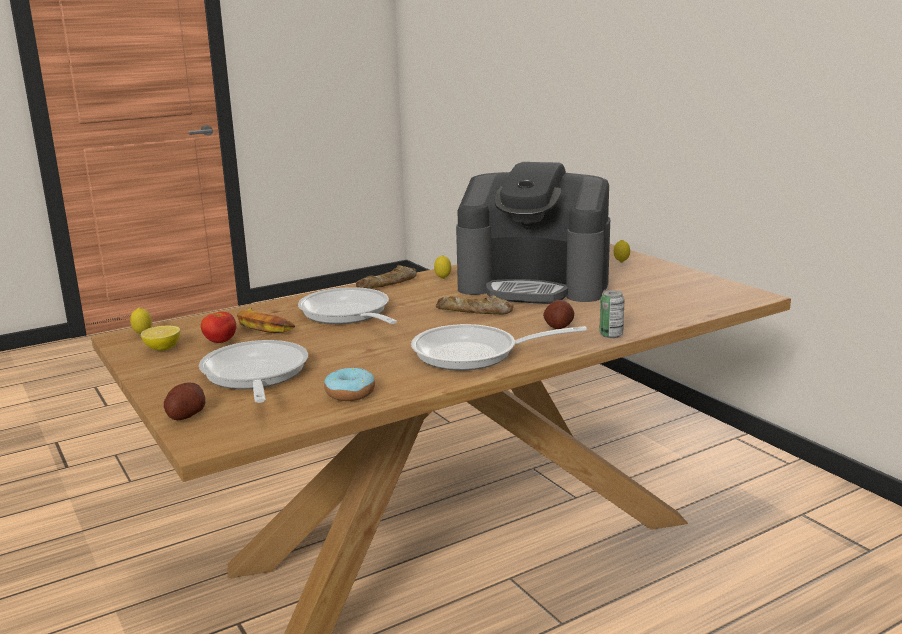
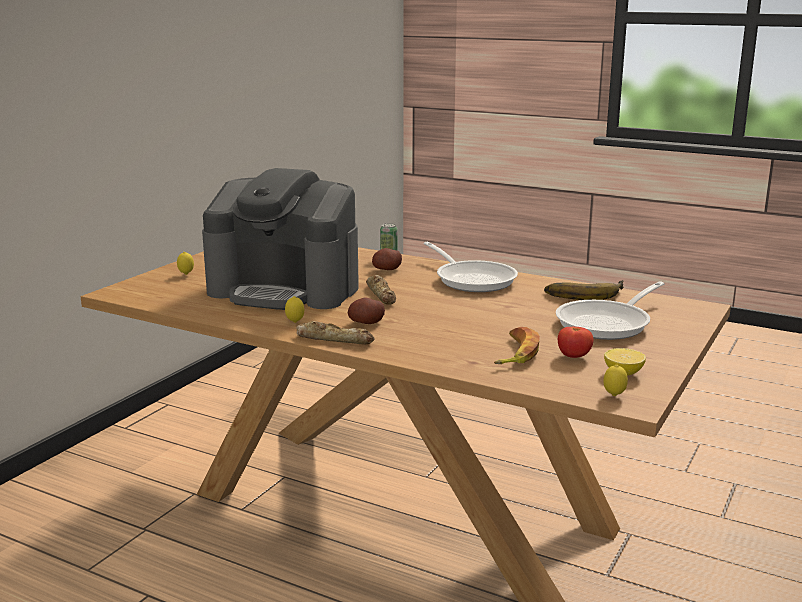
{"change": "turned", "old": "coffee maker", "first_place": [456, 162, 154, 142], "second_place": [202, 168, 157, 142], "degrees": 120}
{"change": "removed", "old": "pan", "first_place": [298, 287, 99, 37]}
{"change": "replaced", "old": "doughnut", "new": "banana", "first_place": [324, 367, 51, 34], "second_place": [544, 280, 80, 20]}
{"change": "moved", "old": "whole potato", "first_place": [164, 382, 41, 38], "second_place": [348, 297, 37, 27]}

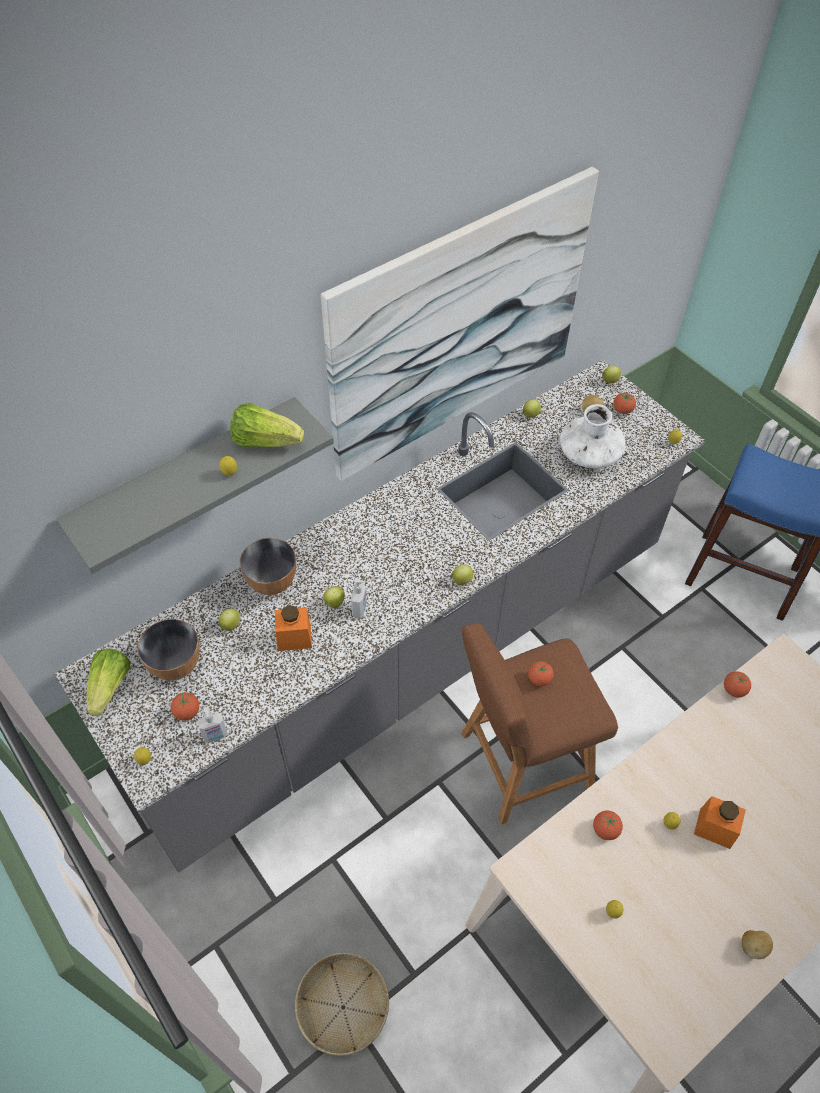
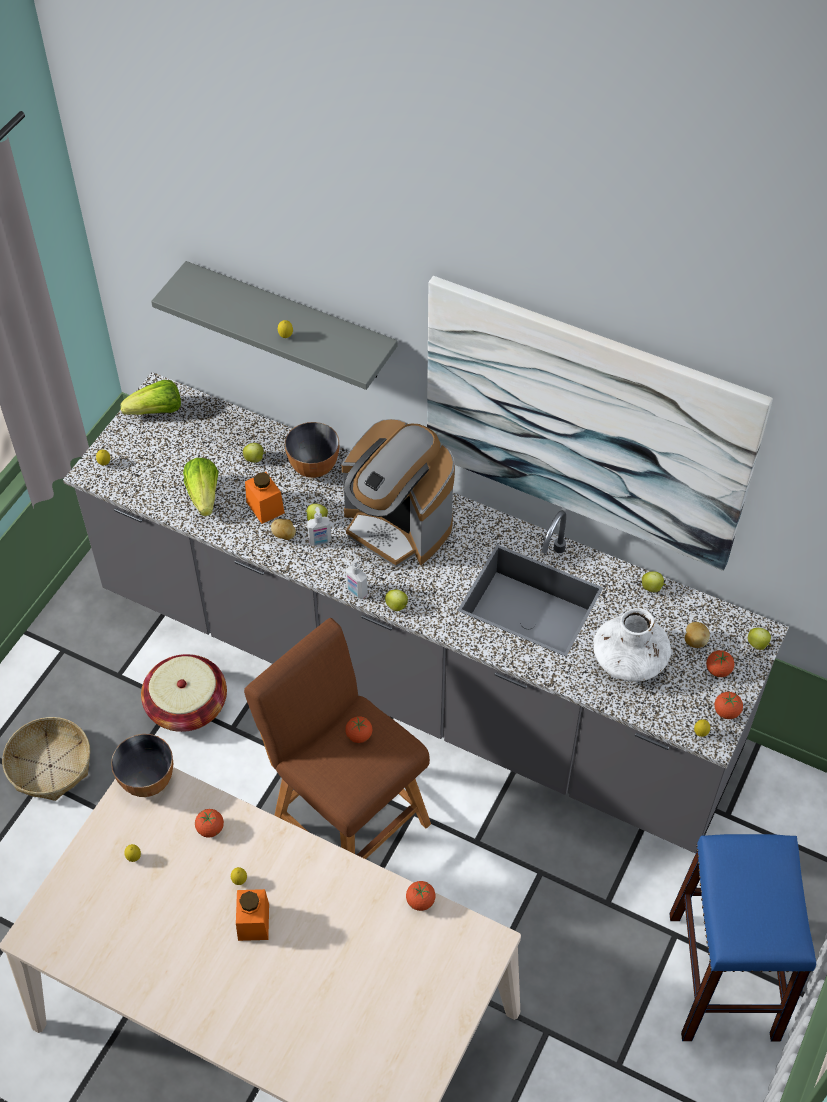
{"change": "moved", "old": "lettuce head", "first_place": [230, 403, 74, 44], "second_place": [183, 458, 36, 58]}
{"change": "moved", "old": "serving bowl", "first_place": [138, 619, 62, 61], "second_place": [111, 734, 62, 63]}
{"change": "moved", "old": "whole tomato", "first_place": [171, 692, 28, 28], "second_place": [714, 692, 29, 27]}
{"change": "moved", "old": "liquid soap bottle", "first_place": [197, 707, 31, 36], "second_place": [345, 558, 23, 41]}
{"change": "moved", "old": "whole potato", "first_place": [742, 930, 31, 29], "second_place": [271, 519, 25, 21]}
{"change": "added", "new": "coffee maker", "second_place": [342, 419, 113, 148]}
{"change": "added", "new": "storage basket", "second_place": [141, 654, 86, 78]}

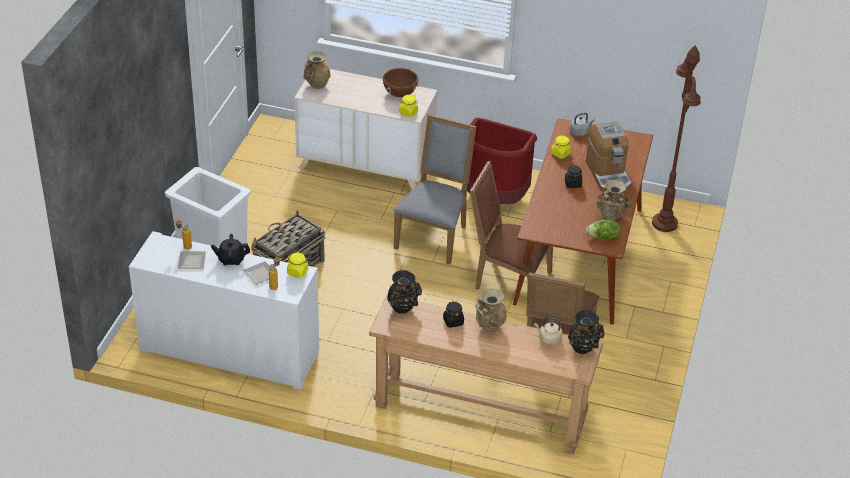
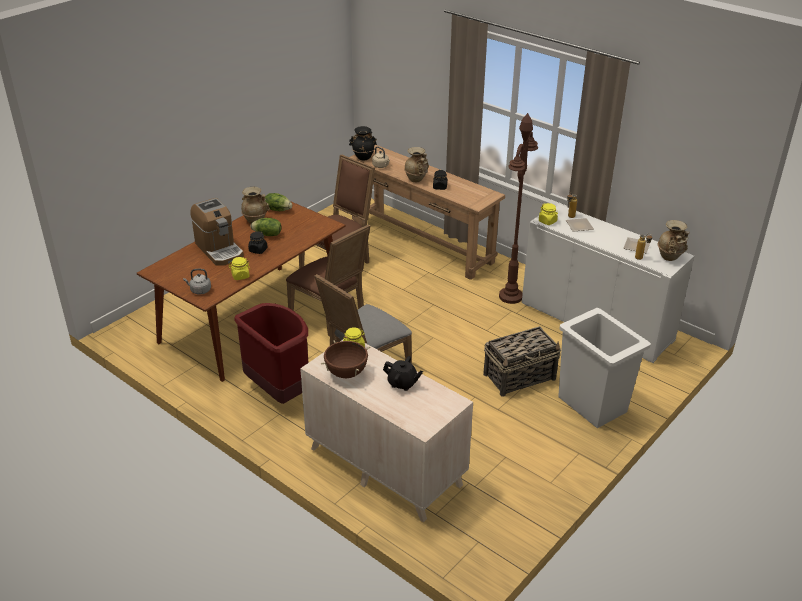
{"change": "moved", "old": "brownish floor lamp", "first_place": [652, 46, 49, 186], "second_place": [499, 113, 39, 191]}
{"change": "moved", "old": "beige vase", "first_place": [304, 51, 27, 38], "second_place": [658, 220, 31, 41]}
{"change": "turned", "old": "coffee maker", "first_place": [586, 122, 46, 70], "second_place": [190, 198, 54, 68], "degrees": 135}
{"change": "moved", "old": "black-coloured tea pot", "first_place": [211, 234, 39, 31], "second_place": [383, 356, 40, 35]}
{"change": "removed", "old": "black-coloured vase", "first_place": [387, 270, 35, 44]}
{"change": "added", "new": "lettuce head", "second_place": [251, 218, 30, 18]}

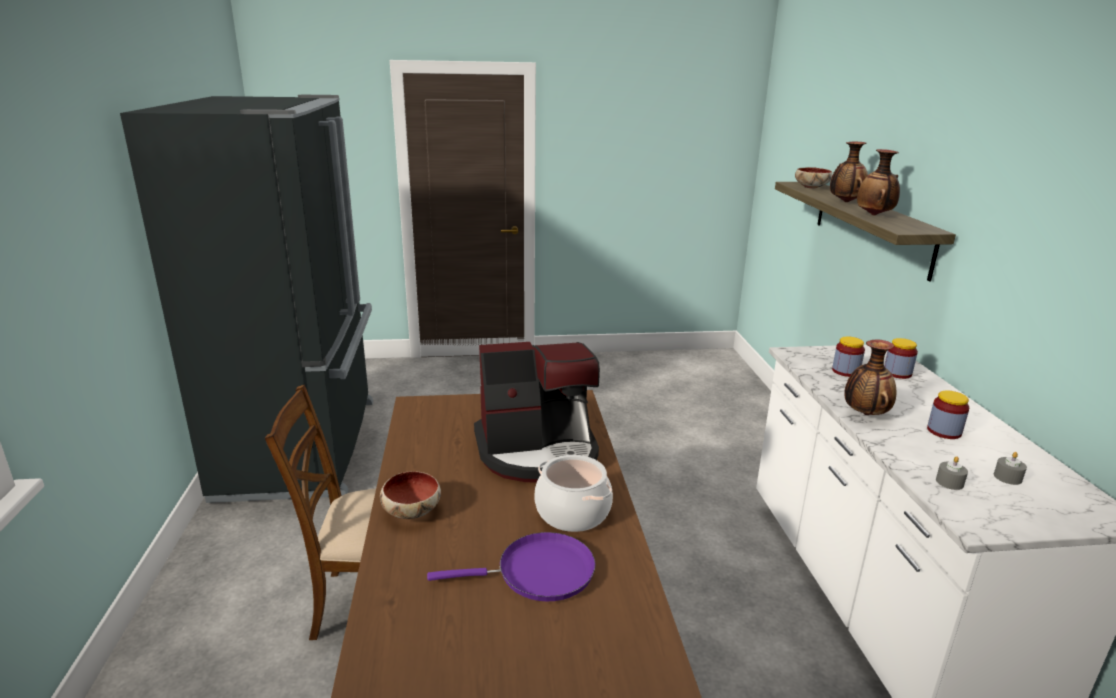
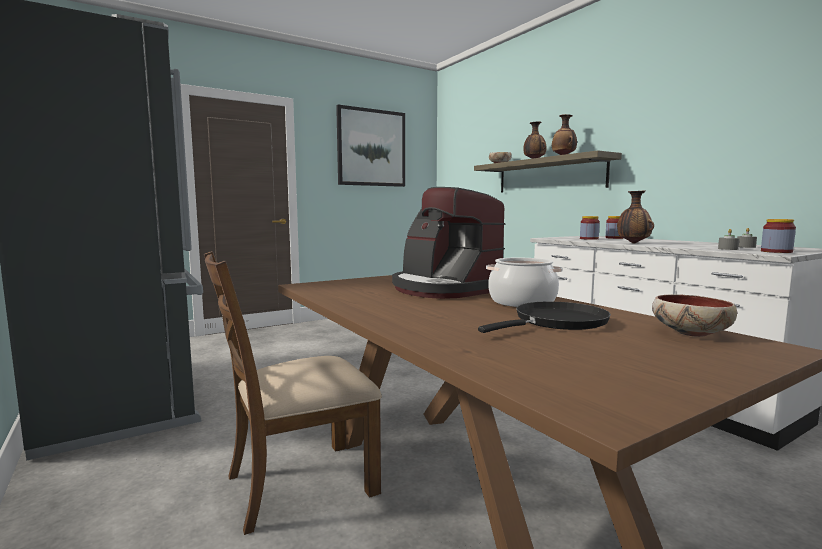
{"change": "turned", "old": "coffee maker", "first_place": [474, 342, 126, 141], "second_place": [392, 187, 114, 112], "degrees": 90}
{"change": "moved", "old": "storage jar", "first_place": [927, 390, 42, 49], "second_place": [761, 219, 35, 34]}
{"change": "moved", "old": "serving bowl", "first_place": [380, 471, 61, 48], "second_place": [652, 295, 85, 42]}
{"change": "recoloured", "old": "purple-coloured pan", "new": "black-coloured pan", "first_place": [427, 532, 169, 69], "second_place": [478, 302, 133, 31]}
{"change": "added", "new": "picture", "second_place": [336, 105, 69, 82]}

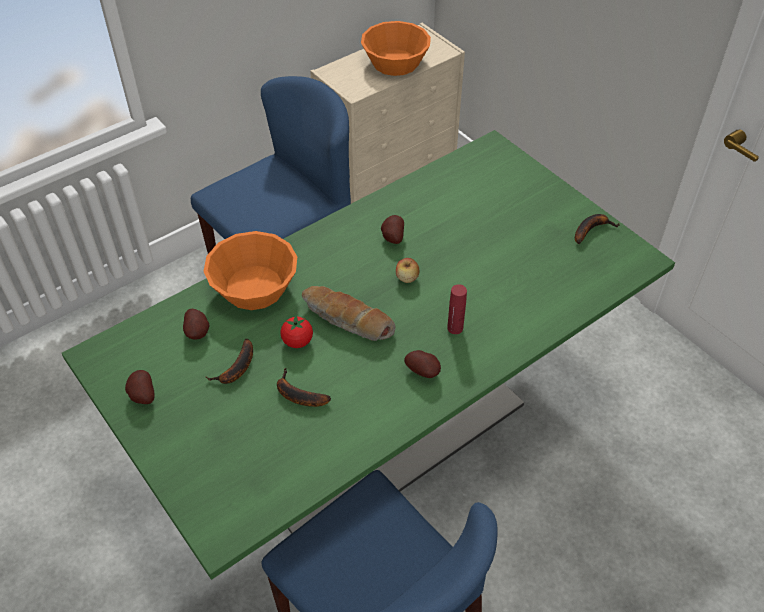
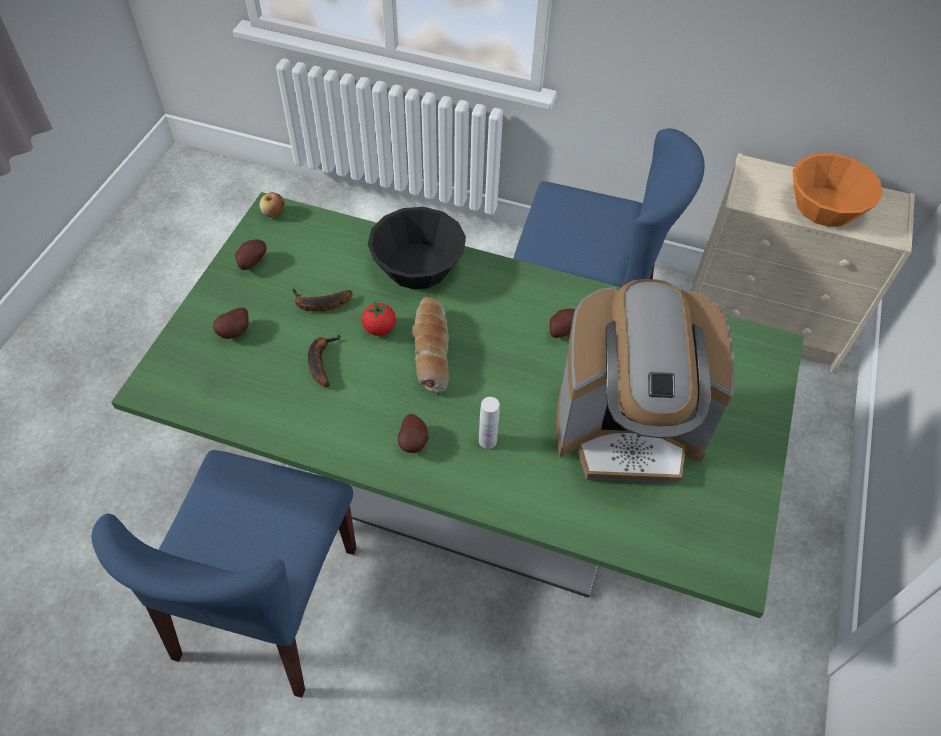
{"change": "removed", "old": "banana", "first_place": [575, 214, 45, 30]}
{"change": "recoloured", "old": "orangey serving bowl", "new": "black-coloured serving bowl", "first_place": [203, 231, 94, 79], "second_place": [368, 207, 98, 82]}
{"change": "moved", "old": "whole apple", "first_place": [396, 258, 23, 25], "second_place": [259, 192, 26, 26]}
{"change": "recoloured", "old": "red-coloured beverage bottle", "new": "white beverage bottle", "first_place": [447, 284, 20, 50], "second_place": [479, 397, 21, 52]}
{"change": "moved", "old": "whole potato", "first_place": [183, 309, 27, 31], "second_place": [213, 307, 36, 32]}
{"change": "added", "new": "coffee maker", "second_place": [556, 279, 179, 205]}

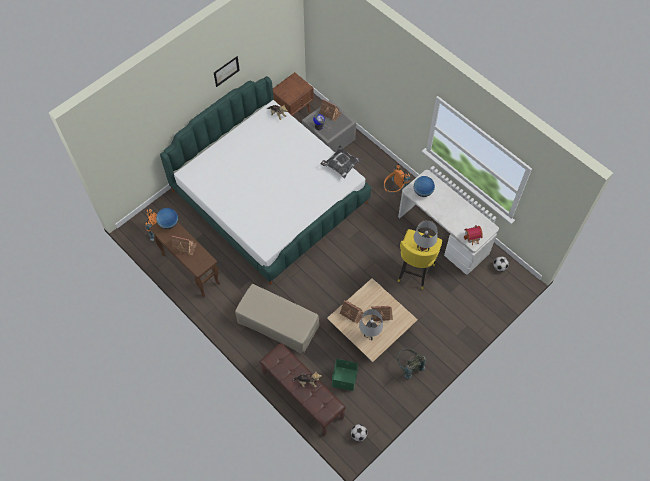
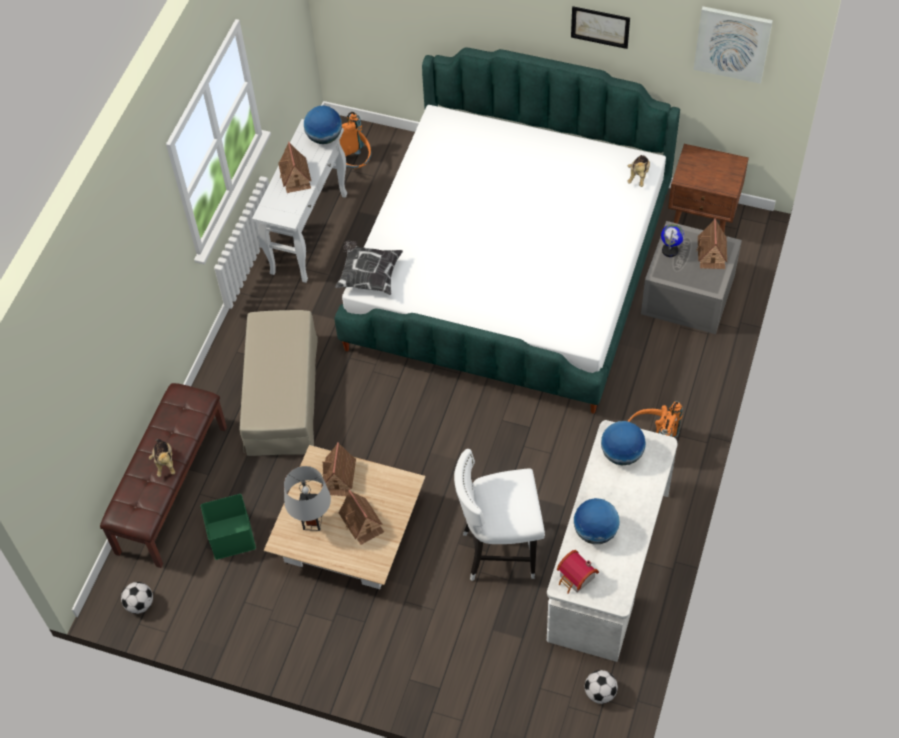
{"change": "moved", "old": "throw pillow", "first_place": [321, 145, 41, 34], "second_place": [335, 241, 68, 54]}
{"change": "removed", "old": "gray table lamp", "first_place": [414, 220, 23, 32]}
{"change": "recoloured", "old": "brownish console table", "new": "white console table", "first_place": [149, 222, 71, 75], "second_place": [252, 119, 95, 164]}
{"change": "recoloured", "old": "yellow-coloured sitting stool", "new": "white sitting stool", "first_place": [398, 229, 44, 61], "second_place": [454, 449, 91, 132]}
{"change": "removed", "old": "gray knapsack", "first_place": [397, 349, 29, 31]}
{"change": "added", "new": "picture", "second_place": [693, 6, 80, 78]}
{"change": "added", "new": "globe", "second_place": [574, 498, 46, 46]}

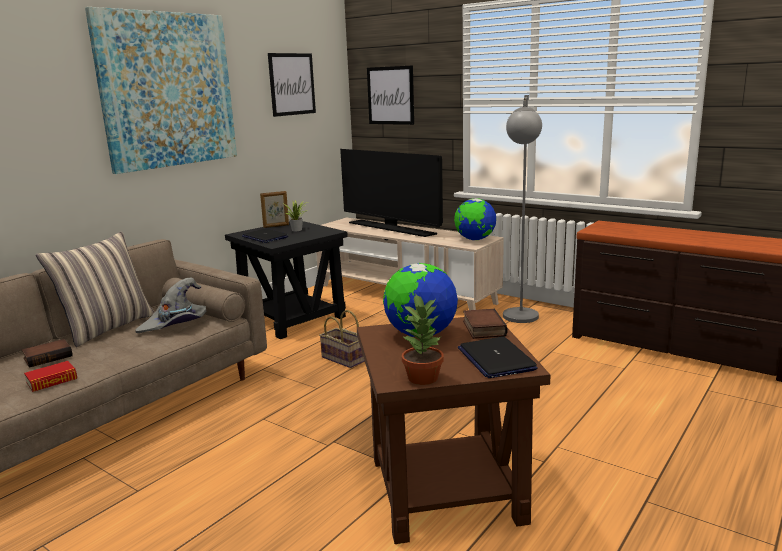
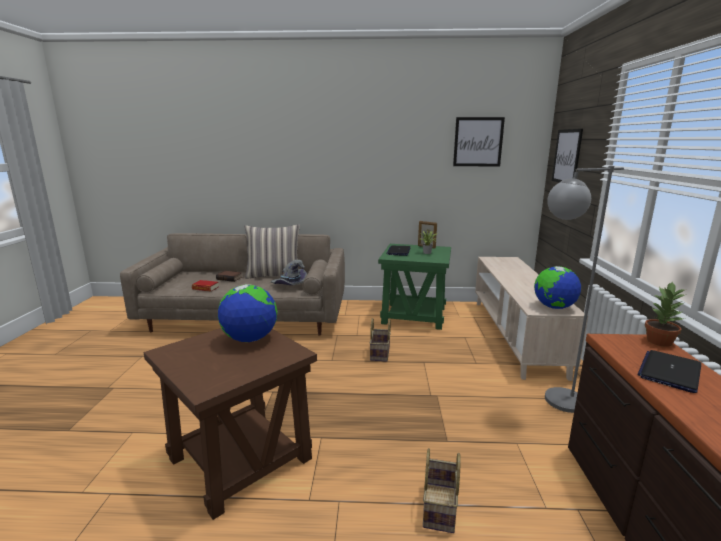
{"change": "removed", "old": "picture", "first_place": [85, 7, 152, 167]}
{"change": "removed", "old": "television", "first_place": [340, 149, 103, 88]}
{"change": "recoloured", "old": "black-coloured end table", "new": "greenish end table", "first_place": [225, 221, 123, 118], "second_place": [378, 244, 73, 86]}
{"change": "moved", "old": "potted plant", "first_place": [402, 294, 41, 91], "second_place": [645, 281, 42, 66]}
{"change": "removed", "old": "volume", "first_place": [463, 309, 45, 30]}
{"change": "moved", "old": "laptop", "first_place": [458, 337, 80, 41], "second_place": [637, 350, 64, 43]}
{"change": "added", "new": "storage basket", "second_place": [423, 448, 38, 85]}

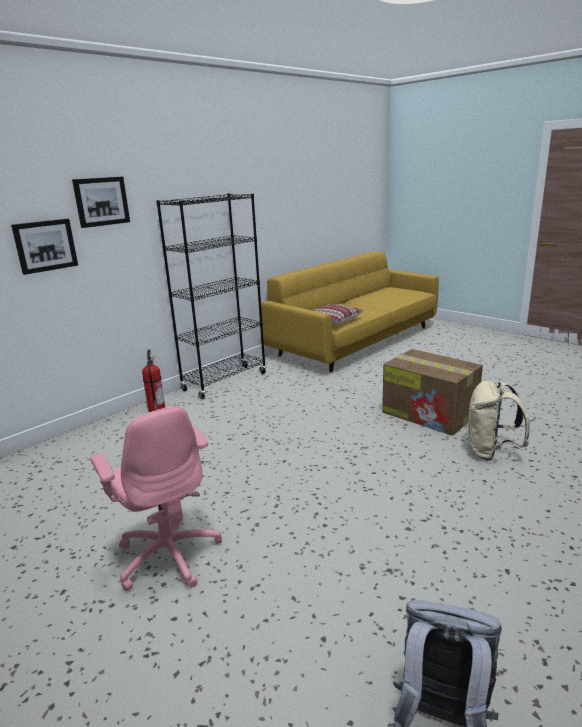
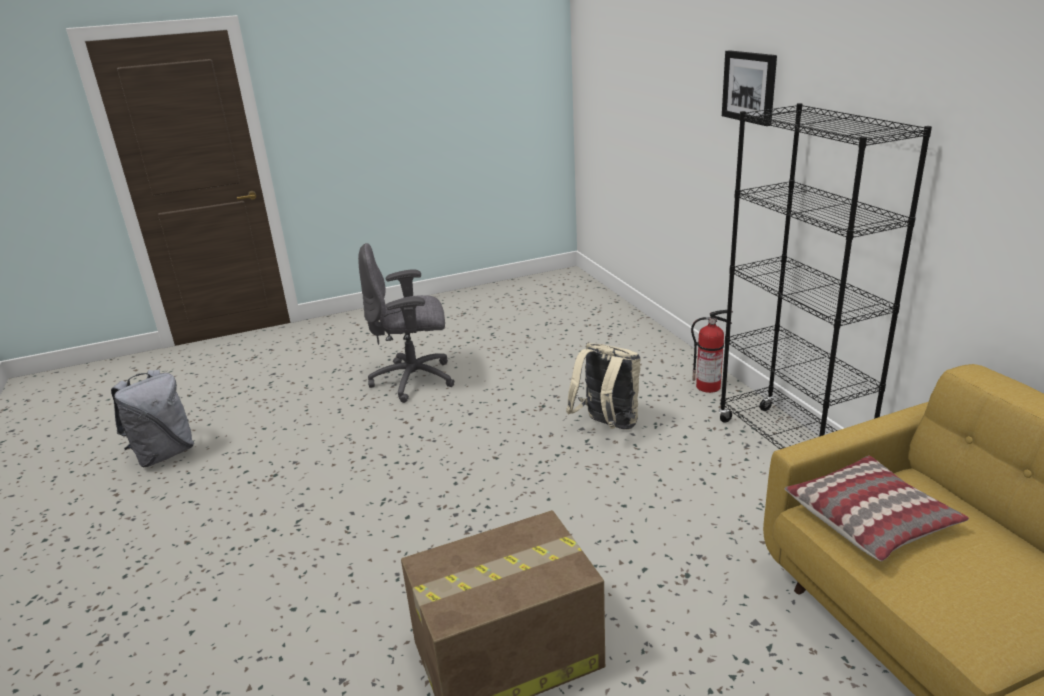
{"change": "removed", "old": "picture", "first_place": [11, 219, 67, 56]}
{"change": "moved", "old": "beige knapsack", "first_place": [467, 380, 63, 80], "second_place": [566, 343, 75, 87]}
{"change": "recoloured", "old": "pink-coloured office chair", "new": "gray office chair", "first_place": [90, 406, 132, 185], "second_place": [358, 243, 97, 160]}

